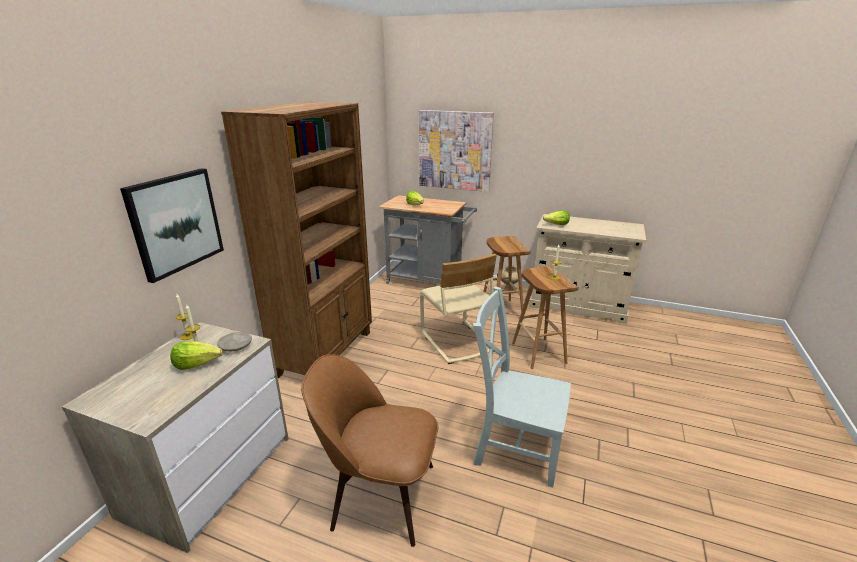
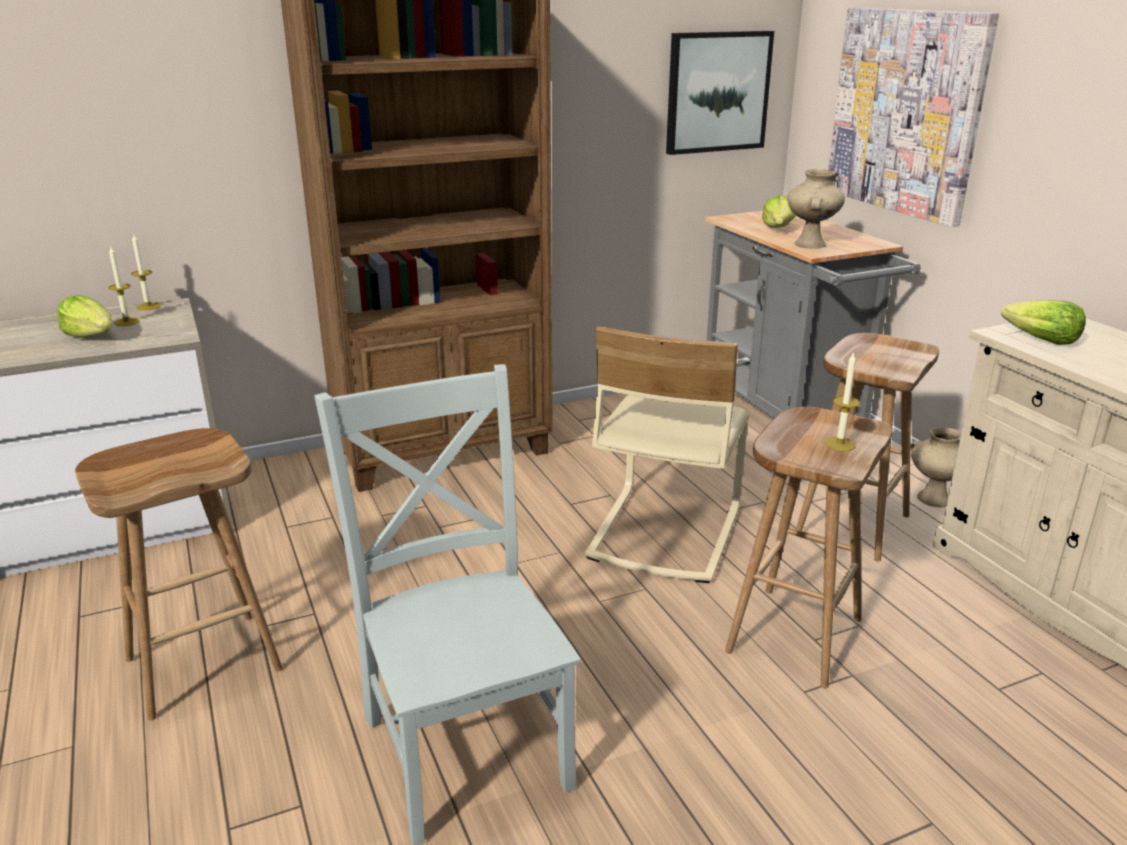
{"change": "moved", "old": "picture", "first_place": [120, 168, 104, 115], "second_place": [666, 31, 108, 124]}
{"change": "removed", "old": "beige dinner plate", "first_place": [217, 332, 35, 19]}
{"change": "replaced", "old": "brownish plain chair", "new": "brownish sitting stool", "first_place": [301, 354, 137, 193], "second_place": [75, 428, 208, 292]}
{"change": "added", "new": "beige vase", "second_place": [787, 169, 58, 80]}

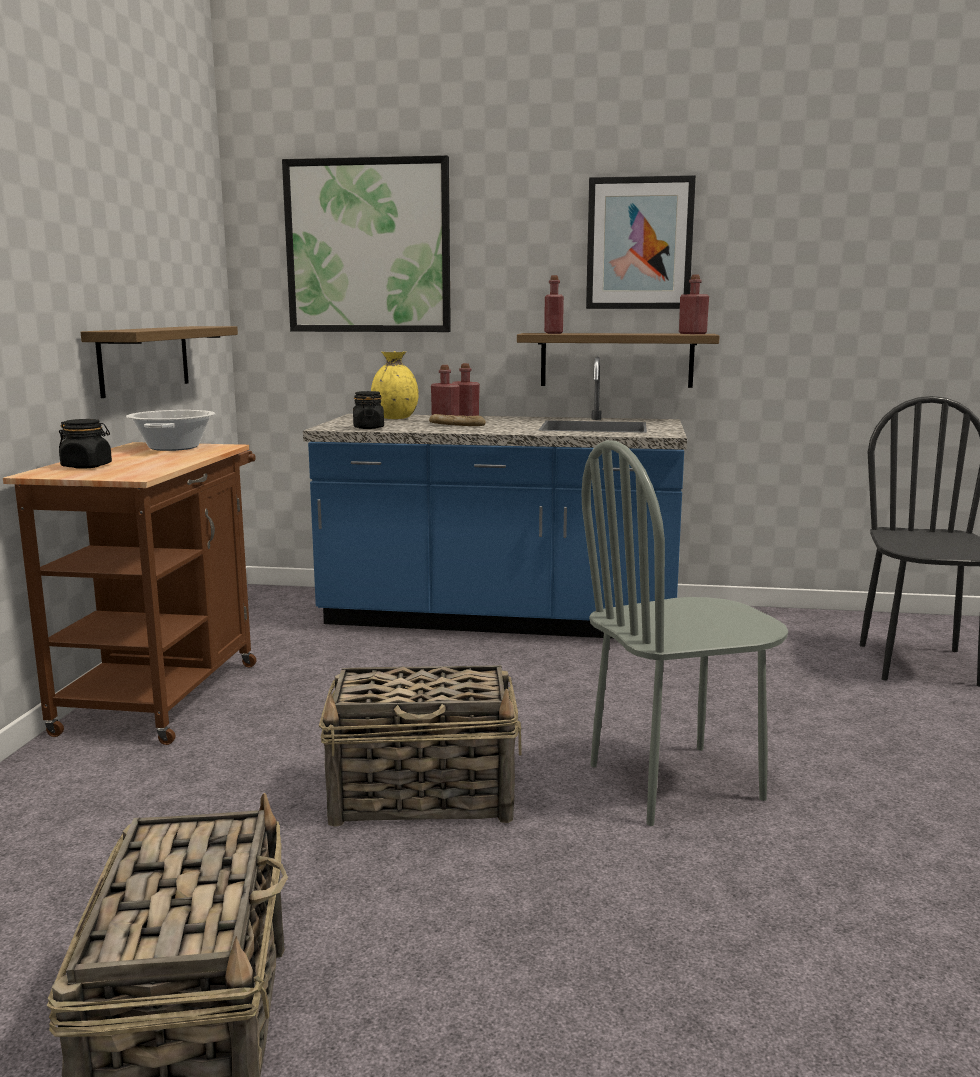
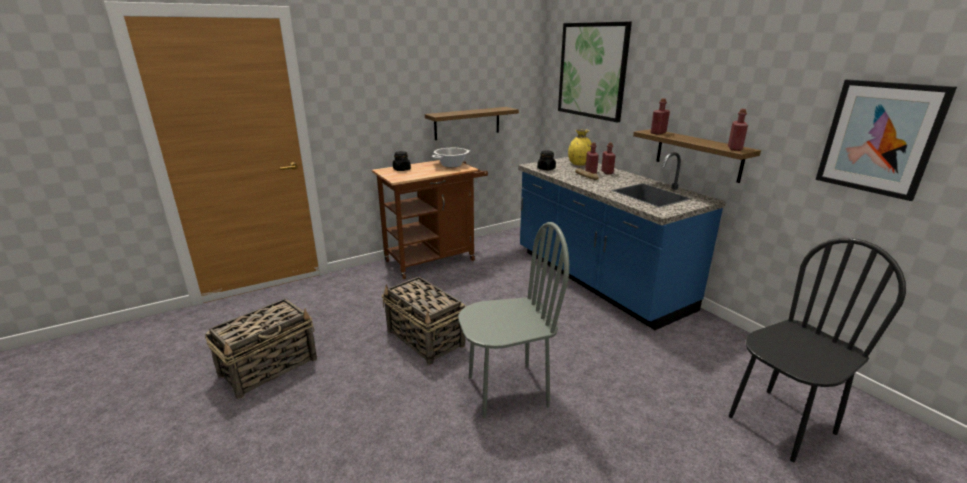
{"change": "moved", "old": "picture", "first_place": [586, 175, 110, 134], "second_place": [815, 79, 142, 122]}
{"change": "turned", "old": "gray plain chair", "first_place": [581, 440, 207, 386], "second_place": [458, 222, 111, 196], "degrees": 135}

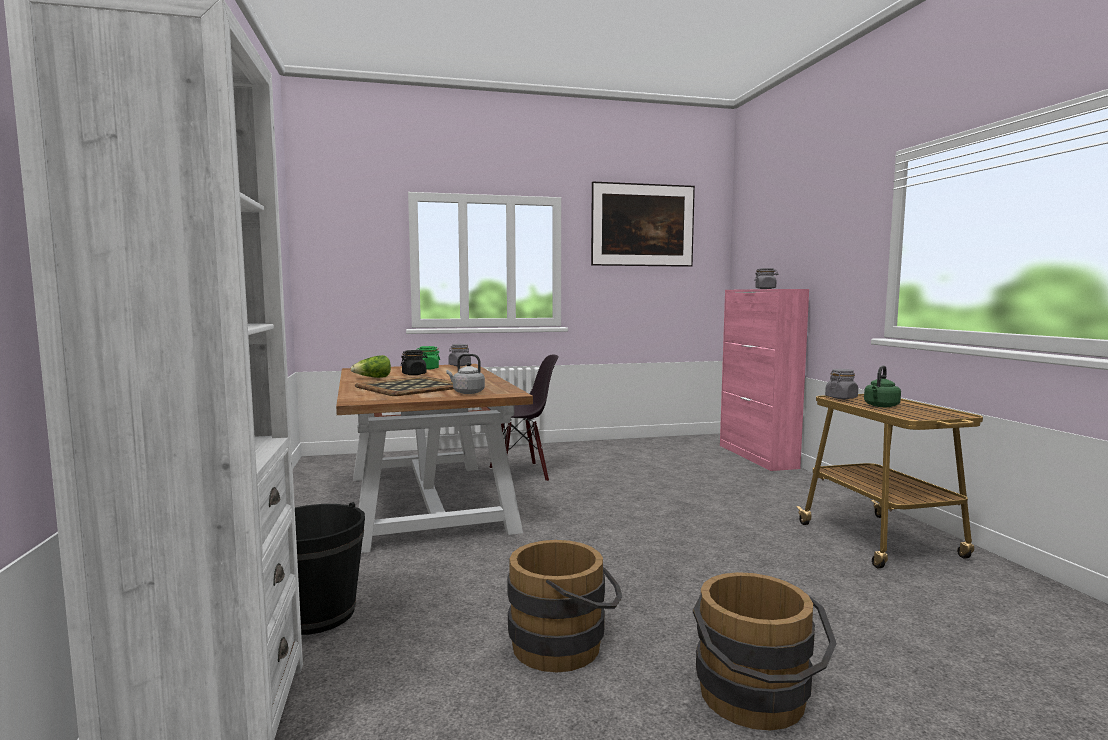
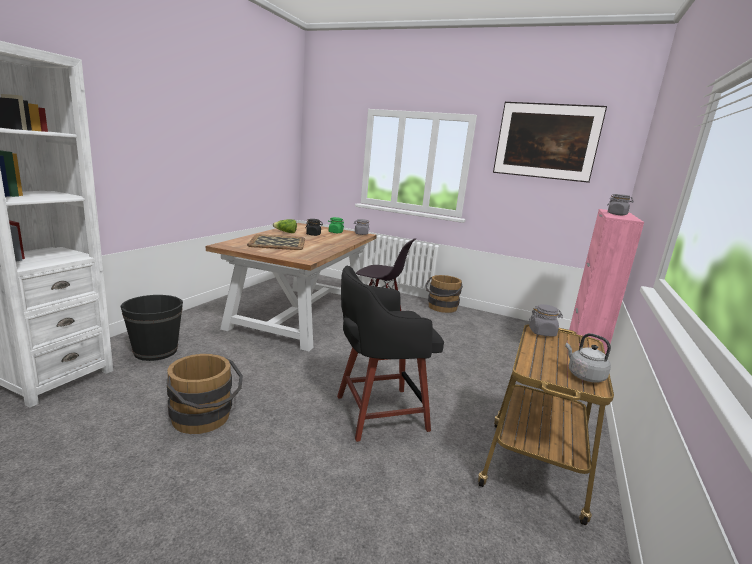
{"change": "moved", "old": "gray water kettle", "first_place": [446, 354, 39, 40], "second_place": [565, 333, 46, 50]}
{"change": "removed", "old": "greenish water kettle", "first_place": [864, 366, 37, 41]}
{"change": "moved", "old": "brownish bucket", "first_place": [693, 572, 144, 159], "second_place": [425, 275, 38, 38]}
{"change": "added", "new": "black-coloured sitting stool", "second_place": [337, 266, 107, 176]}

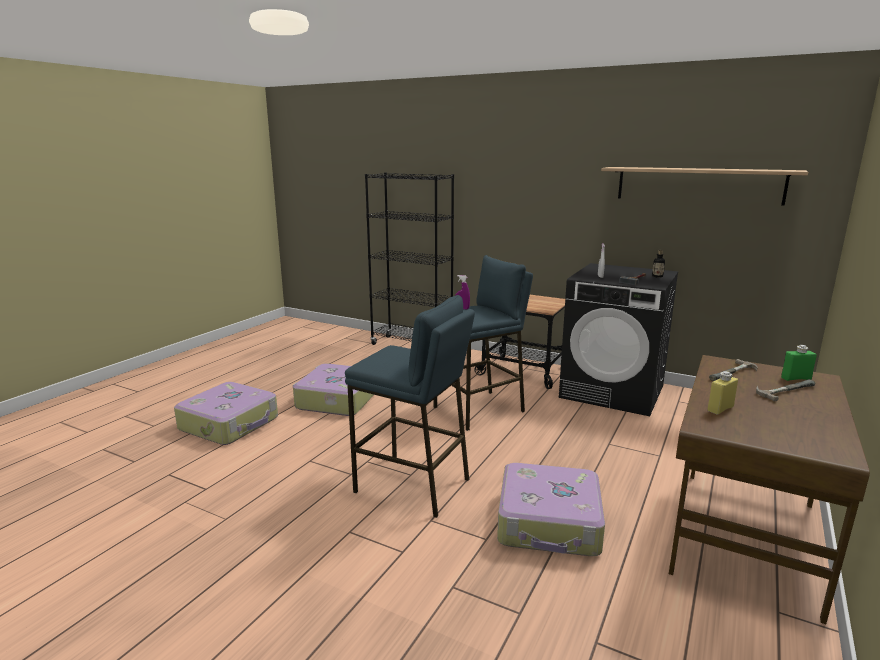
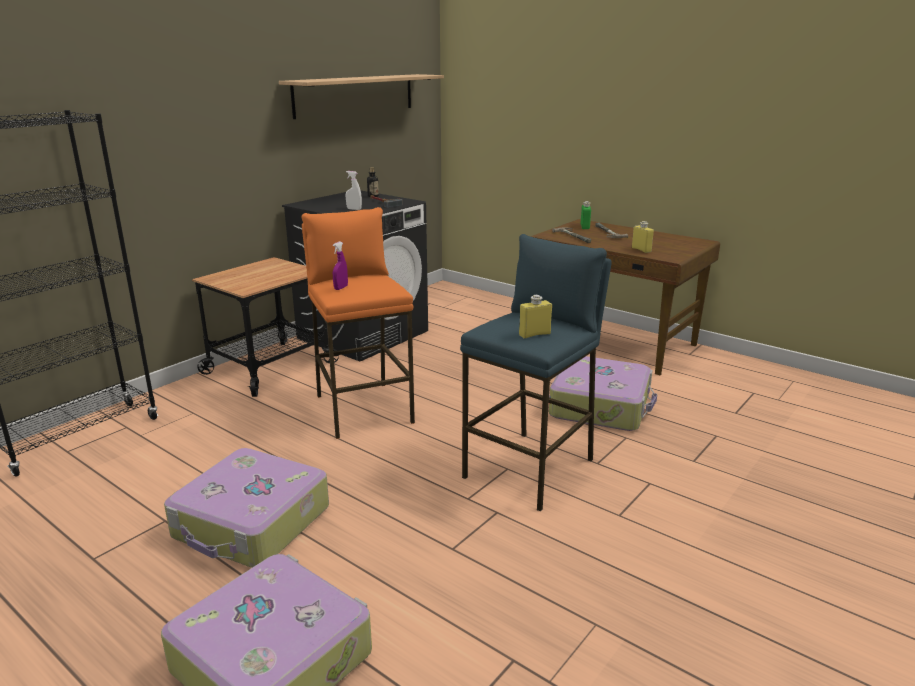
{"change": "recoloured", "old": "blue sitting stool", "new": "orangey sitting stool", "first_place": [434, 255, 99, 176], "second_place": [301, 207, 114, 232]}
{"change": "added", "new": "yellow-coloured beverage bottle", "second_place": [519, 295, 33, 44]}

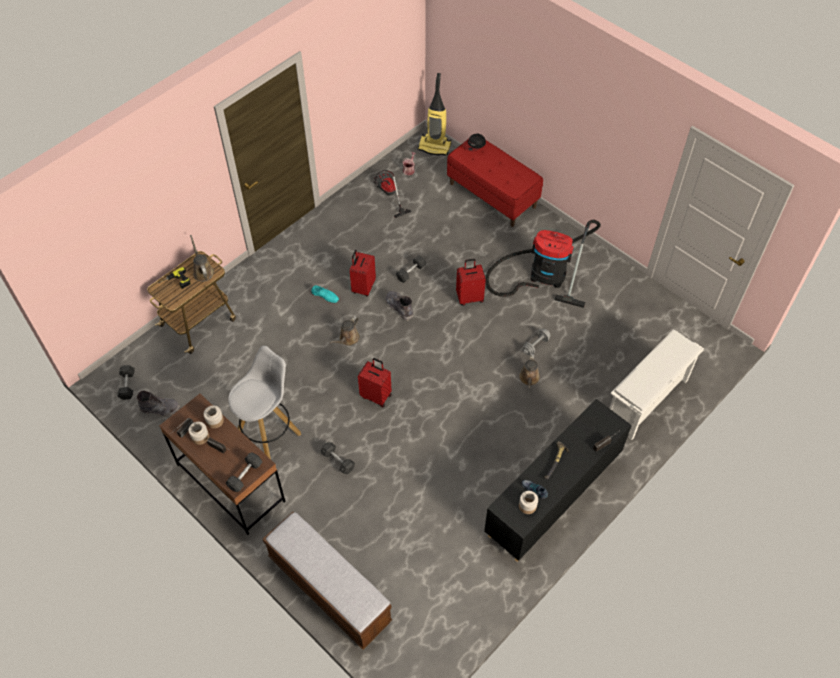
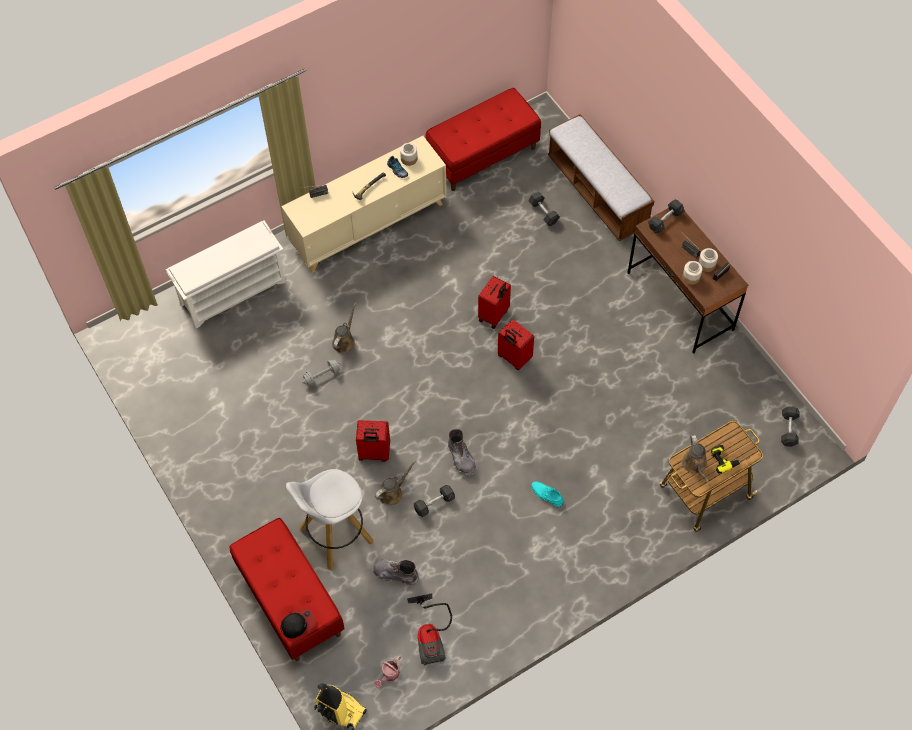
{"change": "removed", "old": "hoover", "first_place": [485, 220, 116, 88]}
{"change": "moved", "old": "red-coloured piece of luggage", "first_place": [350, 250, 26, 47], "second_place": [478, 276, 33, 53]}
{"change": "moved", "old": "brownish watering can", "first_place": [330, 316, 30, 30], "second_place": [375, 460, 41, 45]}
{"change": "moved", "old": "white sitting stool", "first_place": [228, 346, 73, 113], "second_place": [286, 469, 87, 101]}
{"change": "moved", "old": "gray tall boot", "first_place": [137, 390, 43, 27], "second_place": [372, 559, 47, 26]}
{"change": "recoloured", "old": "black-coloured cupboard", "new": "beige cupboard", "first_place": [484, 399, 148, 163], "second_place": [281, 136, 166, 136]}
{"change": "moved", "old": "gray free weight", "first_place": [321, 442, 34, 32], "second_place": [528, 192, 32, 34]}
{"change": "added", "new": "red-coloured indoor bench", "second_place": [426, 88, 115, 103]}

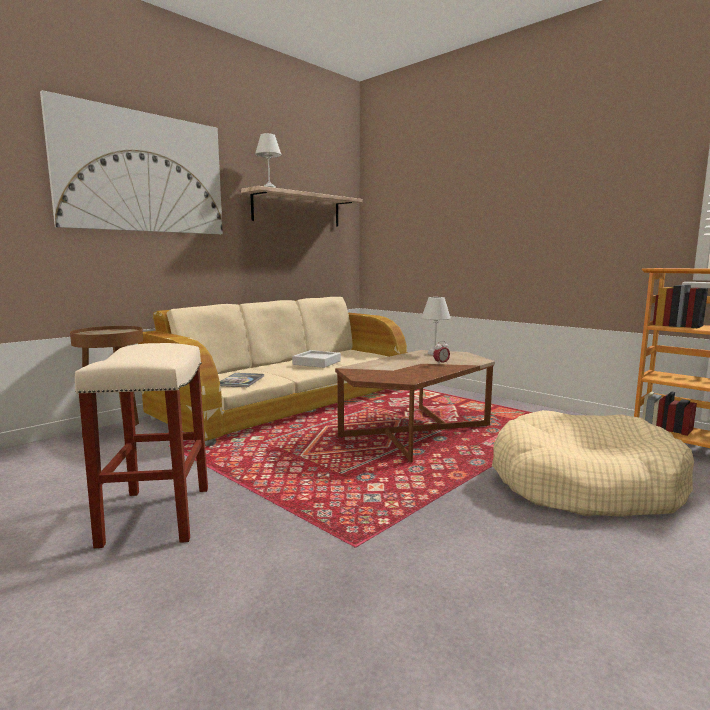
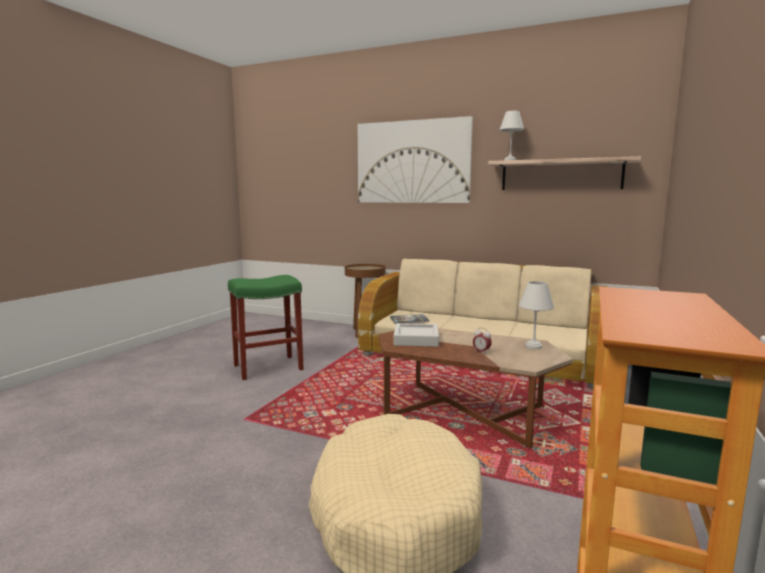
{"change": "recoloured", "old": "beige sitting stool", "new": "greenish sitting stool", "first_place": [75, 343, 133, 205], "second_place": [228, 275, 76, 105]}
{"change": "moved", "old": "gray serving tray", "first_place": [292, 350, 49, 18], "second_place": [393, 323, 46, 24]}

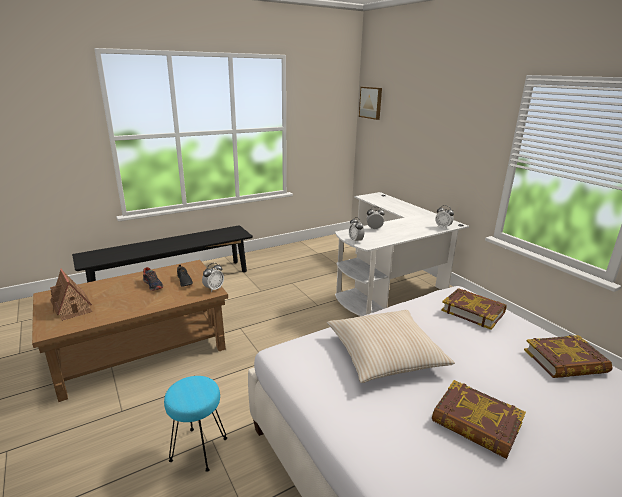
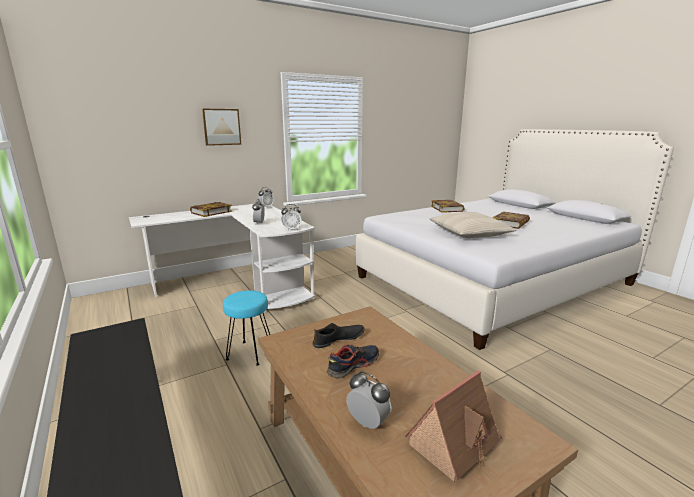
{"change": "moved", "old": "picture", "first_place": [359, 87, 23, 33], "second_place": [202, 109, 39, 37]}
{"change": "moved", "old": "alarm clock", "first_place": [202, 263, 22, 29], "second_place": [346, 371, 45, 58]}
{"change": "moved", "old": "volume", "first_place": [441, 288, 65, 42], "second_place": [190, 202, 43, 15]}
{"change": "moved", "old": "blue-green sitting stool", "first_place": [164, 376, 63, 96], "second_place": [223, 290, 47, 76]}

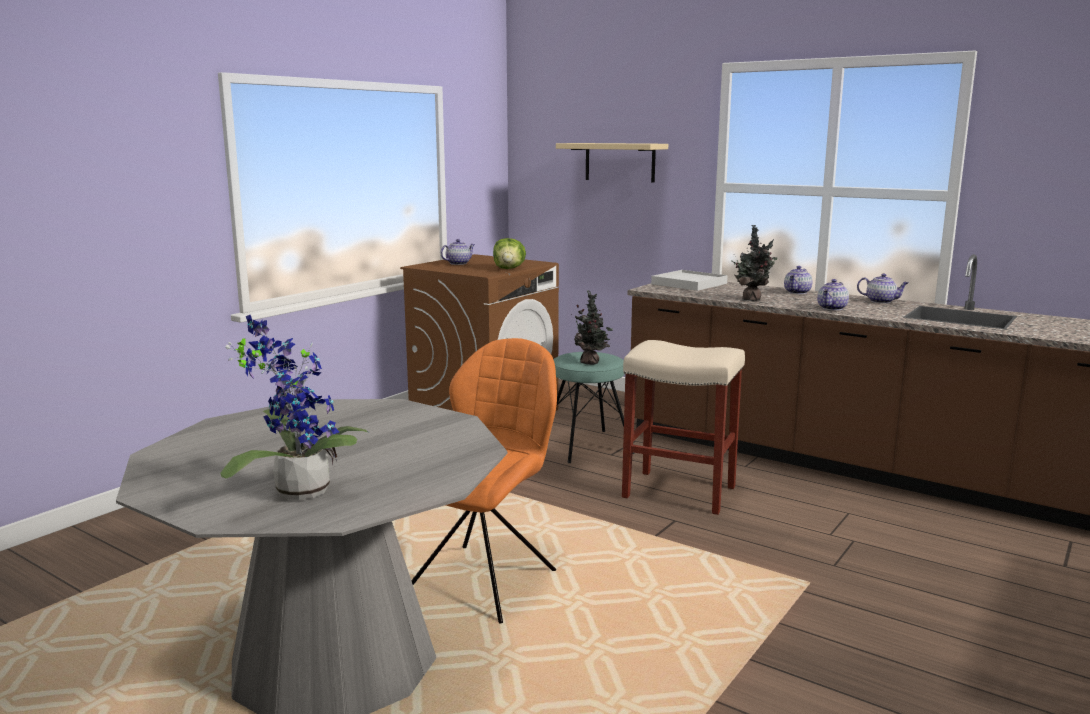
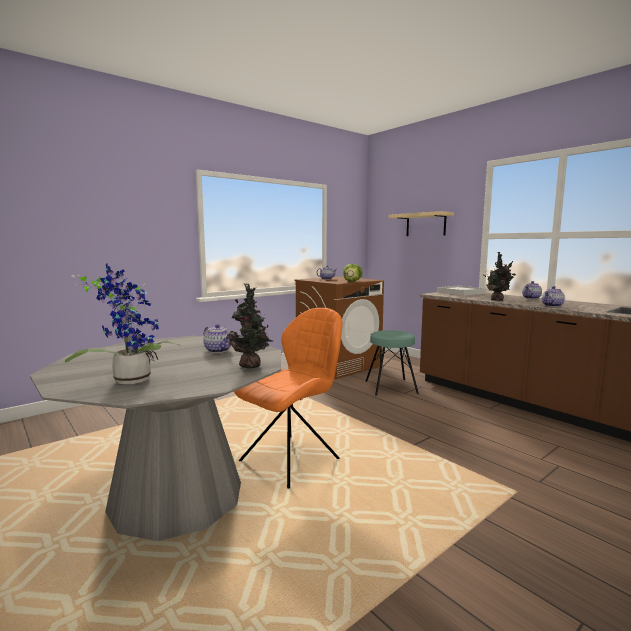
{"change": "moved", "old": "tea pot", "first_place": [857, 273, 51, 30], "second_place": [203, 324, 28, 29]}
{"change": "moved", "old": "potted plant", "first_place": [571, 290, 42, 75], "second_place": [228, 283, 45, 86]}
{"change": "removed", "old": "beige sitting stool", "first_place": [622, 340, 123, 175]}

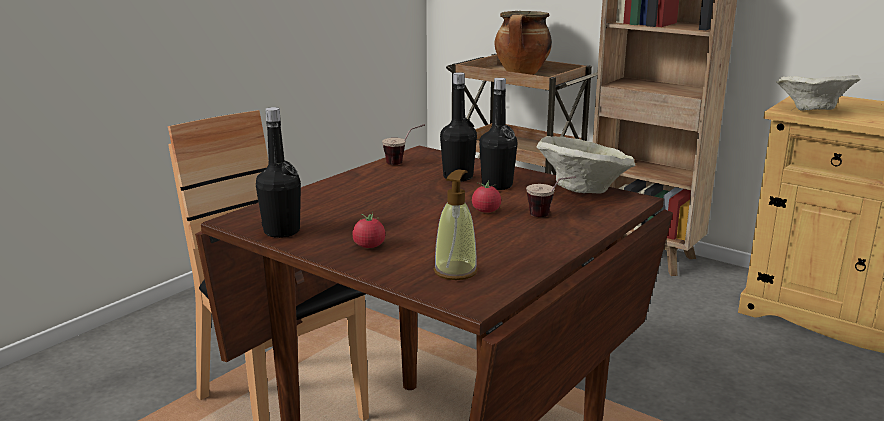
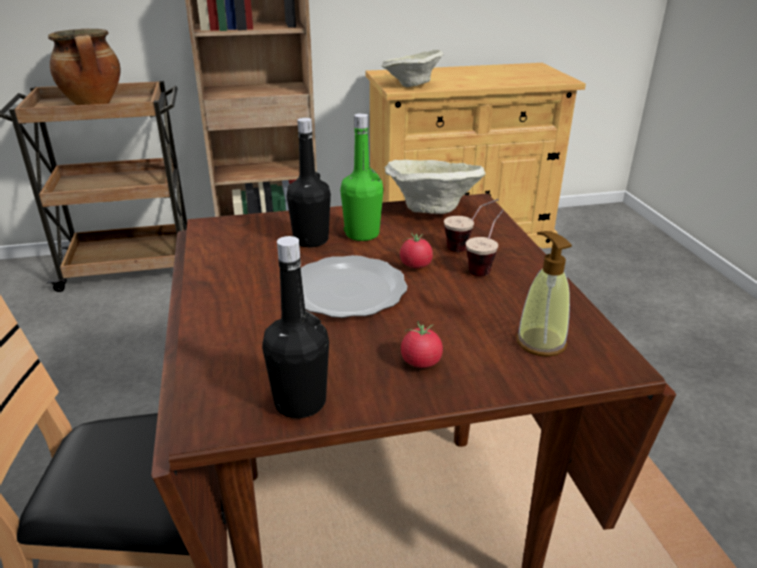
{"change": "recoloured", "old": "black-coloured beverage bottle", "new": "greenish beverage bottle", "first_place": [479, 78, 38, 112], "second_place": [340, 113, 43, 128]}
{"change": "moved", "old": "cup", "first_place": [382, 124, 43, 41], "second_place": [466, 209, 38, 67]}
{"change": "added", "new": "dinner plate", "second_place": [301, 255, 107, 63]}

